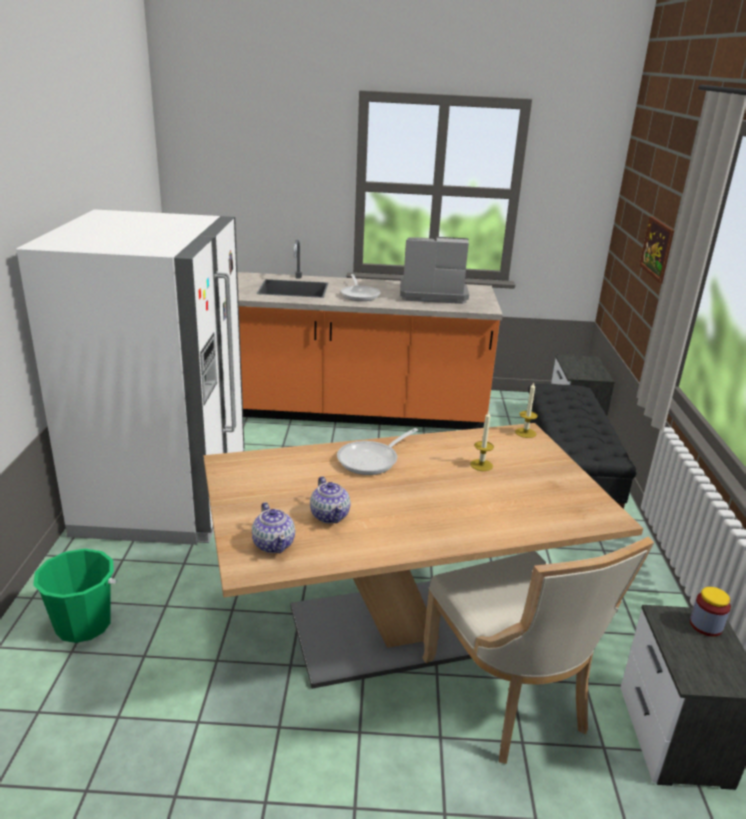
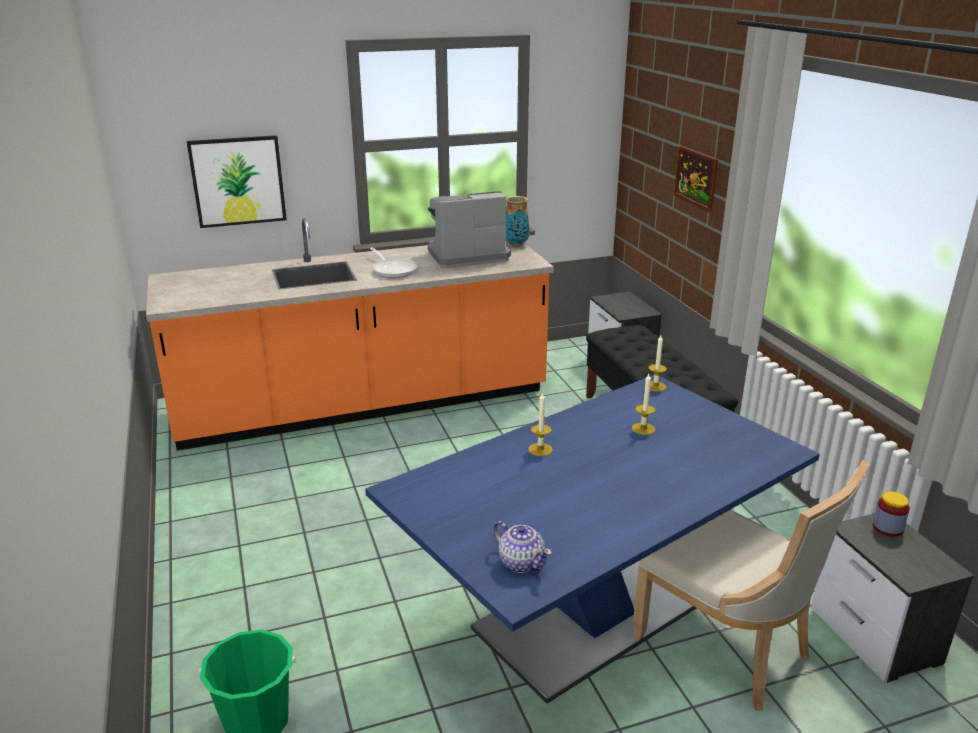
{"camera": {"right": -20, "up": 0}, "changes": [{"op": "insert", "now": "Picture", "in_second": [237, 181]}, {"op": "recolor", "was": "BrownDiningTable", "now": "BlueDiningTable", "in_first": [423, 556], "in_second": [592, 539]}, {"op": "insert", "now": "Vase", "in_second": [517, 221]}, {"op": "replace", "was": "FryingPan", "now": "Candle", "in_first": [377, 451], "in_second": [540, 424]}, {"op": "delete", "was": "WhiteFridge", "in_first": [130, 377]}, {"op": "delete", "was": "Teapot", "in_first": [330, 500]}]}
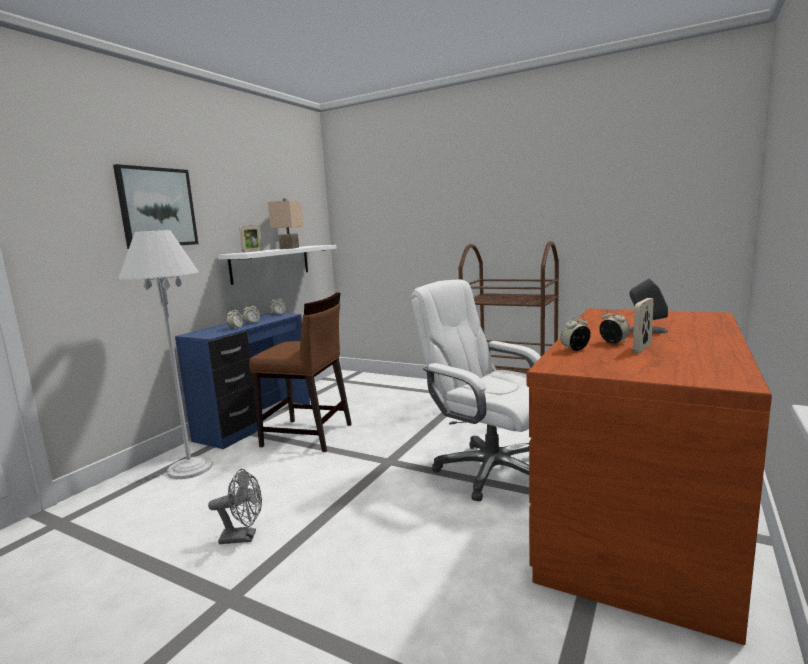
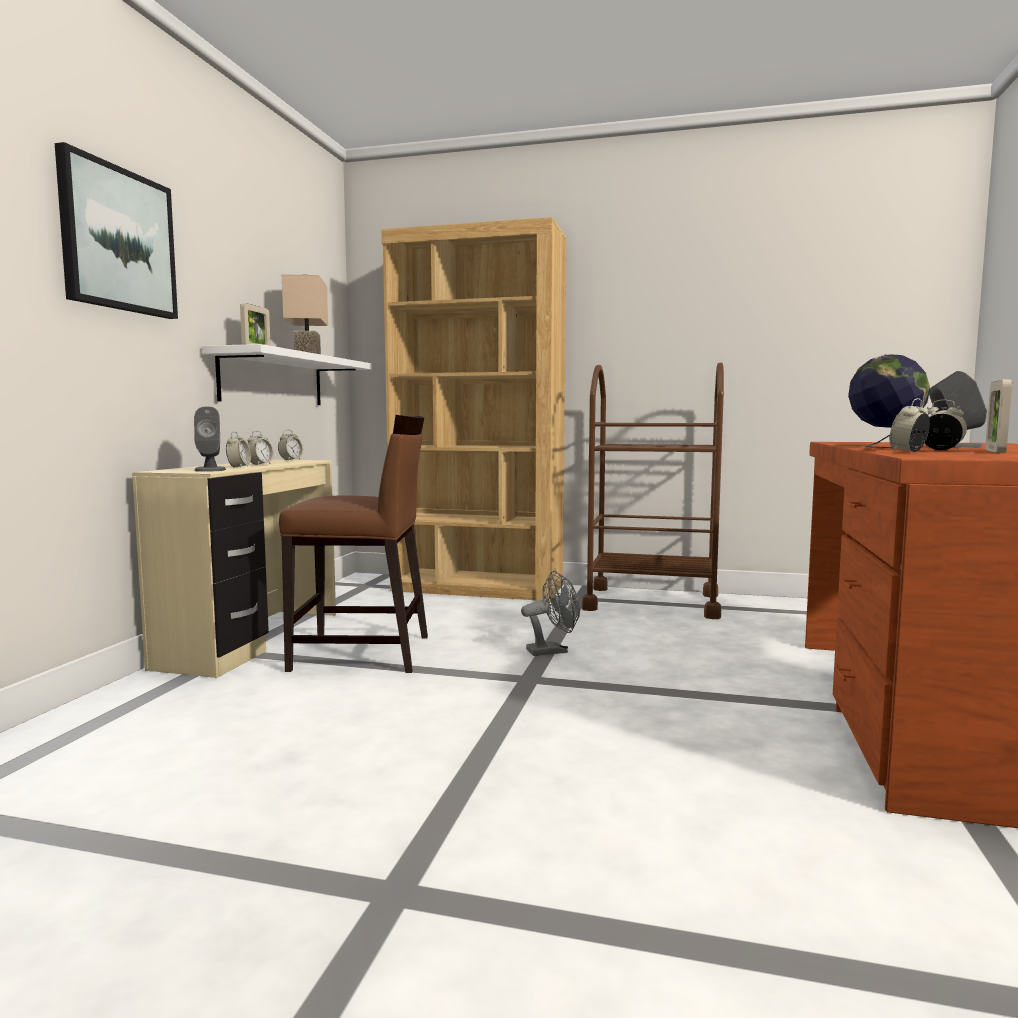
{"camera": {"right": -15, "up": -5}, "changes": [{"op": "recolor", "was": "BlueDesk", "now": "BeigeDesk", "in_first": [242, 381], "in_second": [234, 569]}, {"op": "insert", "now": "GreySpeaker", "in_second": [210, 439]}, {"op": "insert", "now": "BrownBookcase", "in_second": [473, 409]}, {"op": "move", "was": "GreyFan", "in_first": [235, 506], "in_second": [550, 613]}, {"op": "insert", "now": "Globe", "in_second": [889, 401]}, {"op": "delete", "was": "WhiteFloorLamp", "in_first": [165, 354]}, {"op": "delete", "was": "WhiteOfficeChair", "in_first": [476, 390]}]}
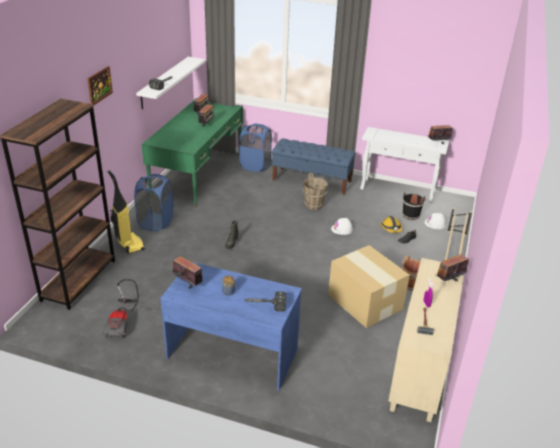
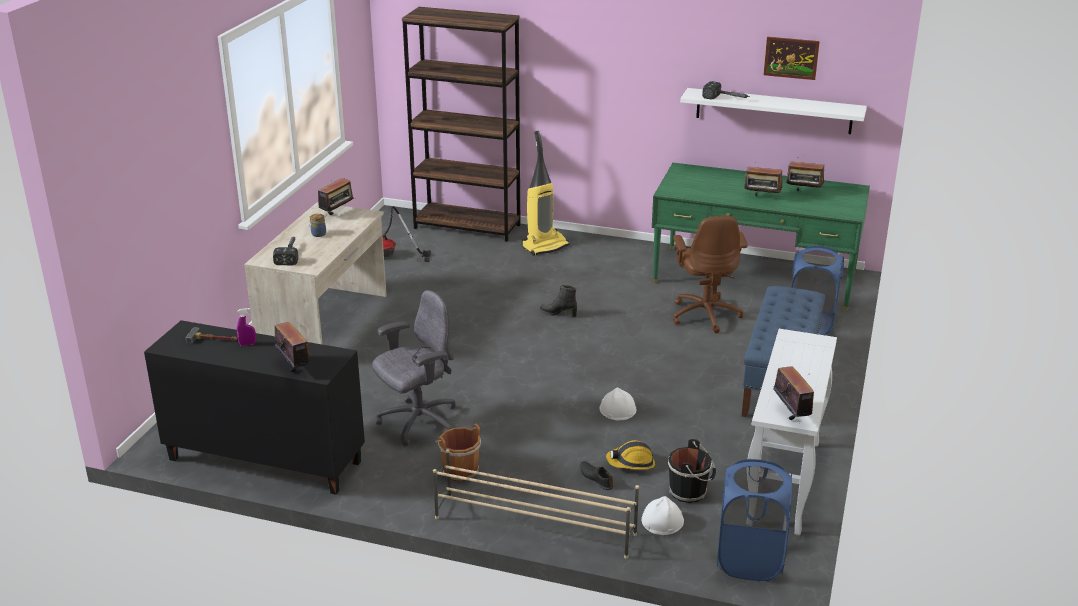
{"camera": {"right": 90, "up": -5}, "changes": [{"op": "recolor", "was": "BeigeCabinet", "now": "BlackCabinet", "in_first": [426, 340], "in_second": [254, 407]}, {"op": "recolor", "was": "BlueDesk", "now": "BeigeDesk", "in_first": [231, 326], "in_second": [315, 273]}, {"op": "replace", "was": "CardboardBox", "now": "GreyOfficeChair", "in_first": [369, 286], "in_second": [414, 368]}, {"op": "insert", "now": "BrownOfficeChair", "in_second": [710, 274]}, {"op": "move", "was": "BlueLaundryBasket", "in_first": [153, 202], "in_second": [754, 520]}, {"op": "move", "was": "Picture", "in_first": [100, 86], "in_second": [792, 58]}, {"op": "delete", "was": "BrownBucket", "in_first": [315, 191]}]}
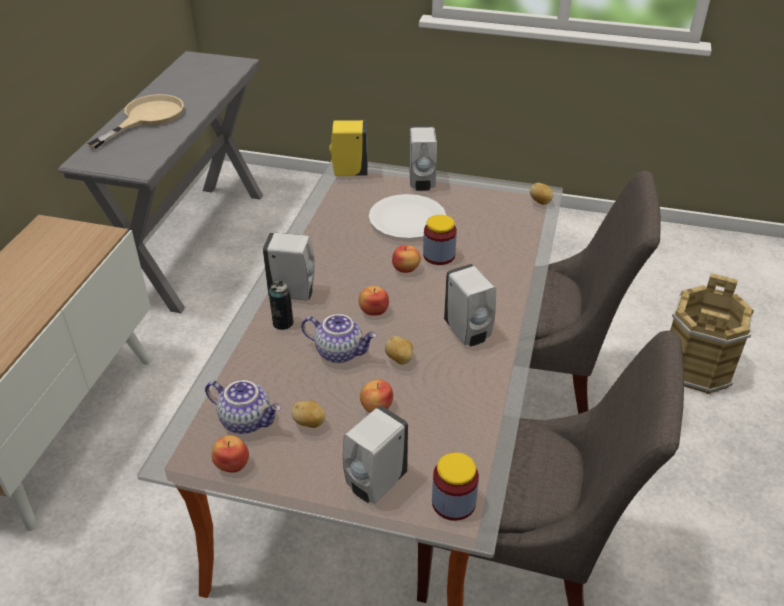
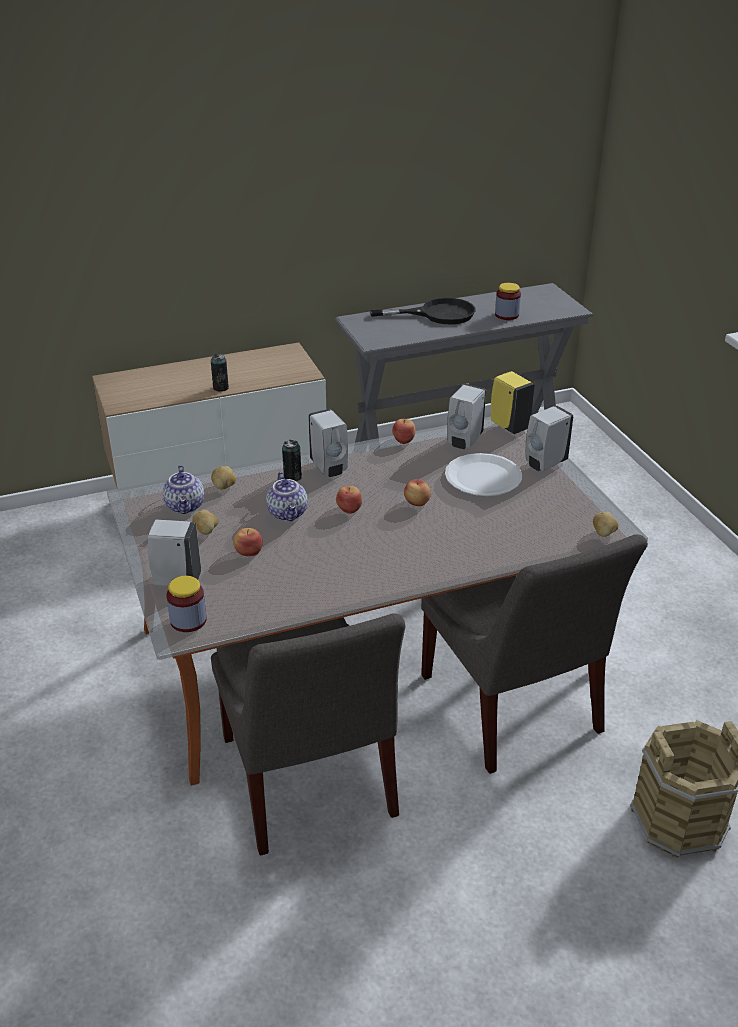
{"camera": {"right": 55, "up": -5}, "changes": [{"op": "insert", "now": "Can", "in_second": [220, 373]}, {"op": "move", "was": "Potato", "in_first": [399, 350], "in_second": [223, 477]}, {"op": "recolor", "was": "BeigeFryingPan", "now": "BlackFryingPan", "in_first": [135, 121], "in_second": [422, 311]}, {"op": "move", "was": "Apple", "in_first": [230, 454], "in_second": [403, 431]}, {"op": "move", "was": "WhiteSoapDispenser", "in_first": [470, 305], "in_second": [466, 416]}, {"op": "move", "was": "Jar", "in_first": [440, 240], "in_second": [508, 301]}]}
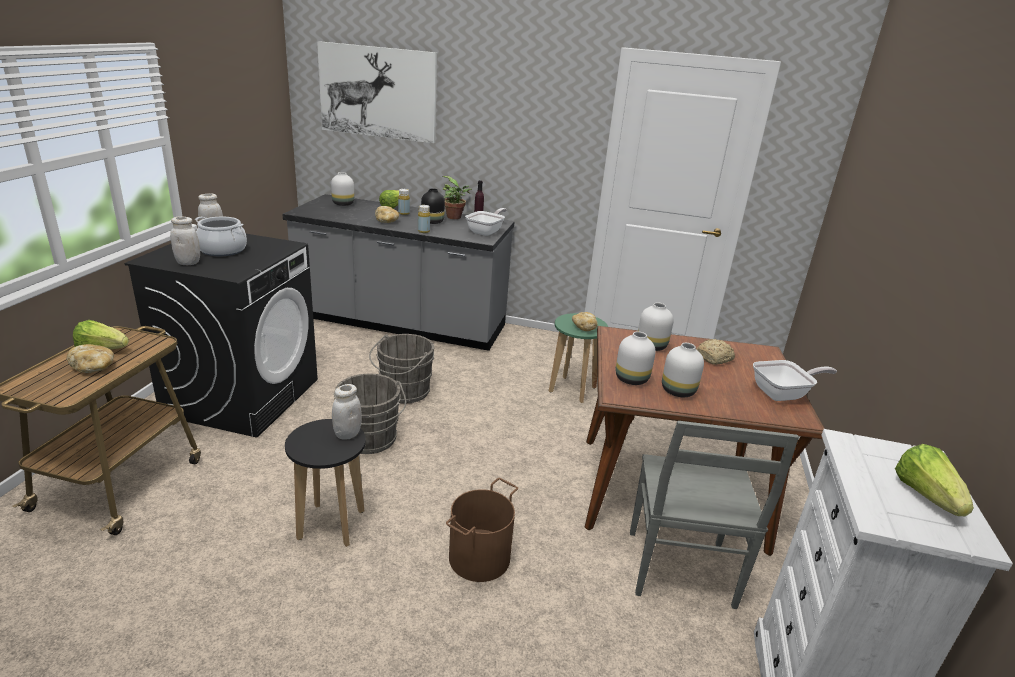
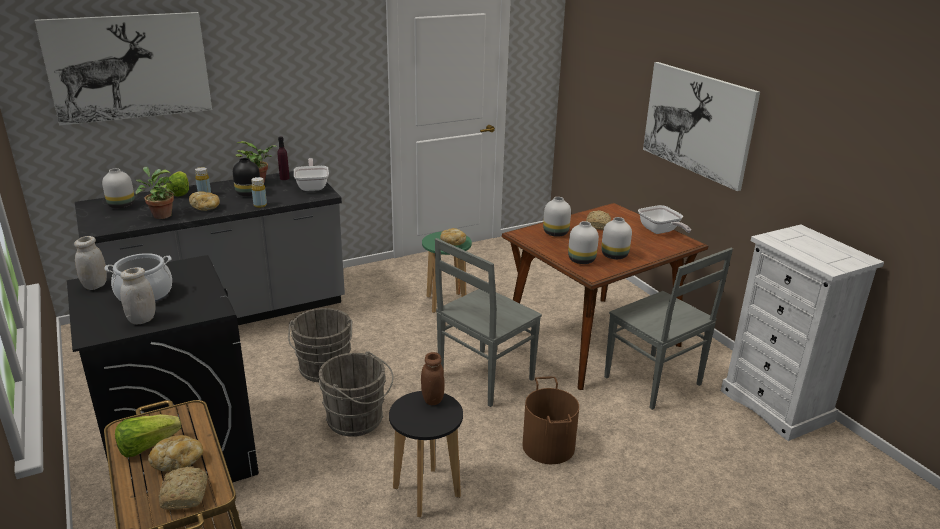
{"camera": {"right": -40, "up": 0}, "changes": [{"op": "insert", "now": "PottedPlant", "in_second": [154, 193]}, {"op": "insert", "now": "Bread", "in_second": [183, 488]}, {"op": "recolor", "was": "WhiteJar", "now": "BrownJar", "in_first": [347, 412], "in_second": [432, 378]}, {"op": "insert", "now": "GreyChair", "in_second": [488, 322]}, {"op": "rotate", "was": "FryingPan", "in_first": [795, 380], "in_second": [664, 219], "clockwise": 120}, {"op": "insert", "now": "Picture", "in_second": [701, 126]}, {"op": "delete", "was": "Lettuce", "in_first": [934, 480]}]}
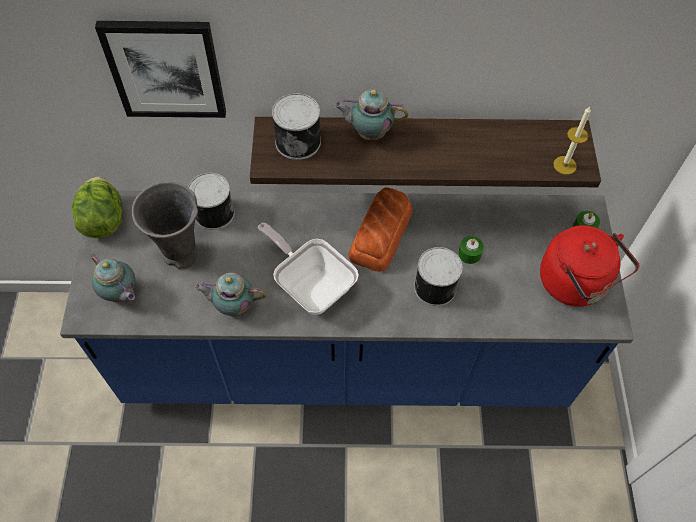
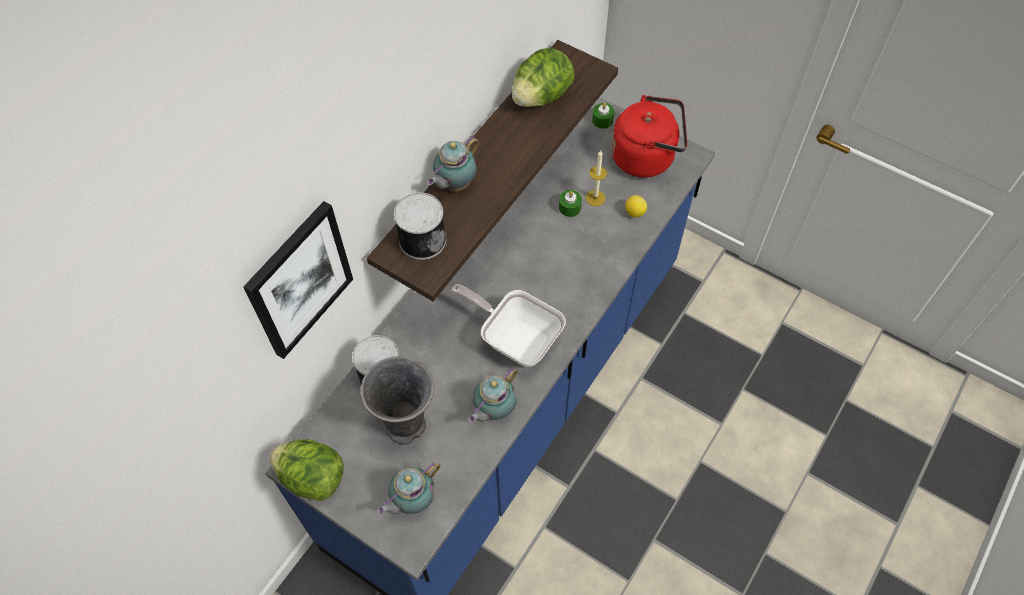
{"camera": {"right": -55, "up": 0}, "changes": [{"op": "rotate", "was": "Teapot", "in_first": [113, 278], "in_second": [409, 489], "clockwise": 150}, {"op": "rotate", "was": "FryingPan", "in_first": [308, 269], "in_second": [509, 325], "clockwise": 45}, {"op": "insert", "now": "Lettuce", "in_second": [543, 77]}, {"op": "move", "was": "Candle", "in_first": [572, 141], "in_second": [596, 178]}, {"op": "insert", "now": "Lemon", "in_second": [636, 206]}, {"op": "delete", "was": "Bread", "in_first": [380, 229]}, {"op": "delete", "was": "Can", "in_first": [438, 276]}]}
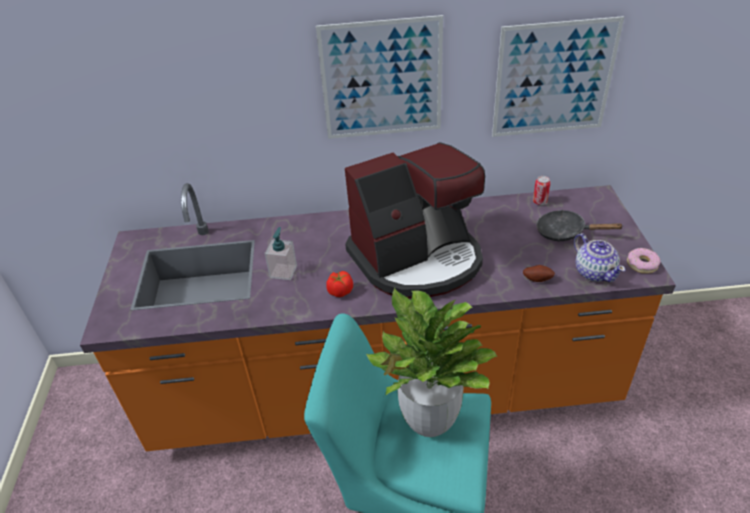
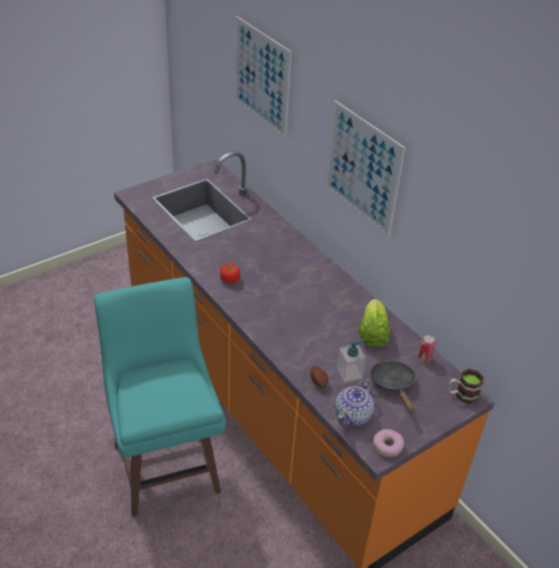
{"camera": {"right": 55, "up": 0}, "changes": [{"op": "move", "was": "Picture", "in_first": [558, 76], "in_second": [262, 77]}, {"op": "move", "was": "SoapDispenser", "in_first": [281, 253], "in_second": [351, 361]}, {"op": "insert", "now": "Lettuce", "in_second": [374, 323]}, {"op": "insert", "now": "Mug", "in_second": [466, 386]}, {"op": "delete", "was": "CoffeeMachine", "in_first": [415, 220]}, {"op": "delete", "was": "PottedPlant", "in_first": [431, 362]}]}
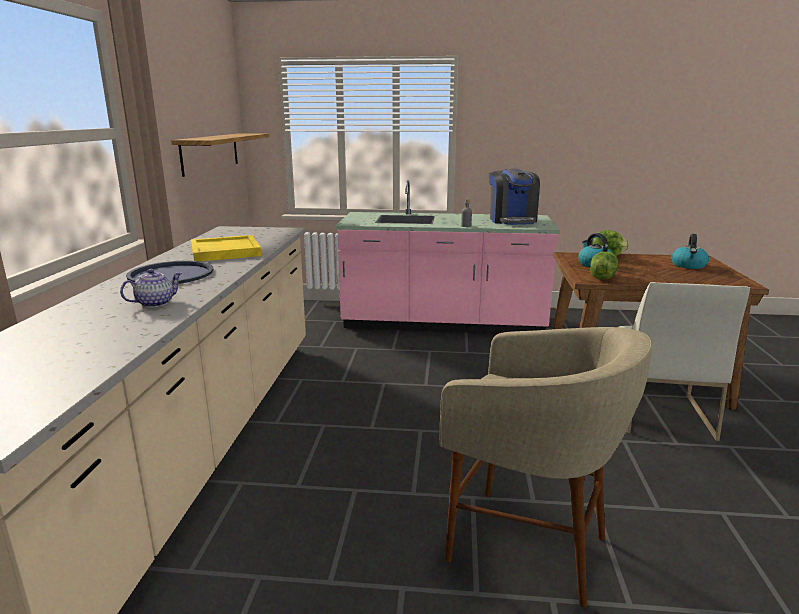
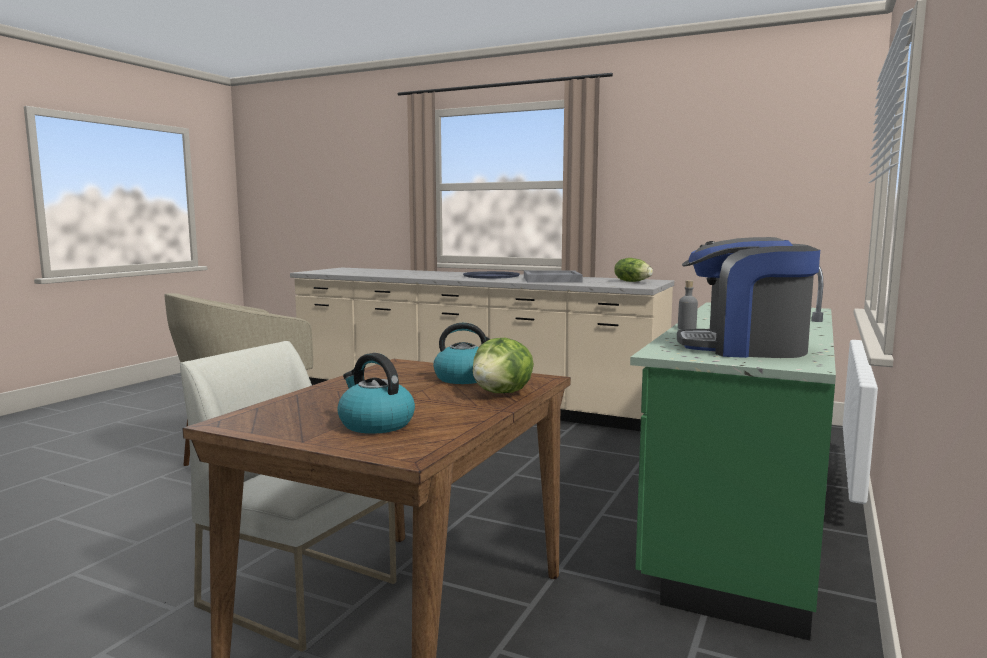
{"camera": {"right": 110, "up": -10}, "changes": [{"op": "recolor", "was": "YellowTray", "now": "GreyTray", "in_first": [226, 248], "in_second": [553, 276]}, {"op": "move", "was": "Lettuce", "in_first": [604, 265], "in_second": [633, 270]}, {"op": "recolor", "was": "PinkCounter", "now": "GreenCounter", "in_first": [447, 256], "in_second": [733, 453]}, {"op": "delete", "was": "Teapot", "in_first": [151, 288]}, {"op": "delete", "was": "Shelf", "in_first": [220, 155]}]}
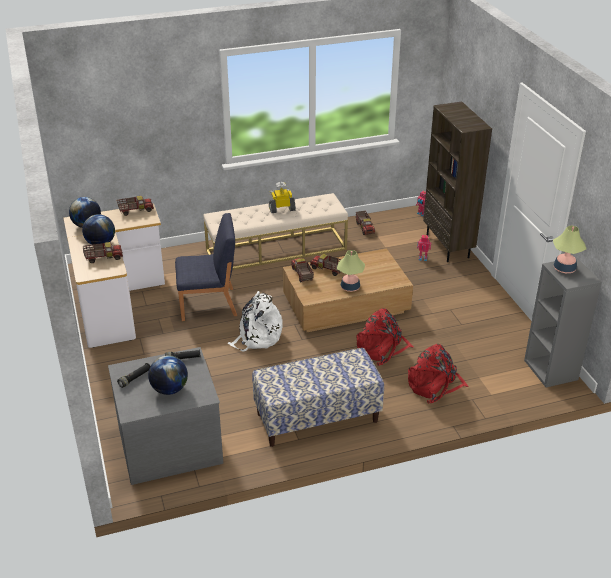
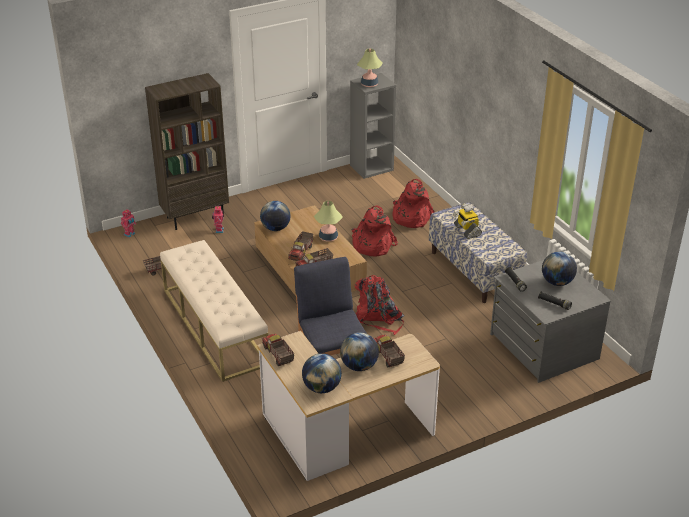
{"camera": {"right": -100, "up": 0}, "changes": [{"op": "insert", "now": "Globe", "in_second": [275, 216]}, {"op": "recolor", "was": "WhiteBackpack", "now": "RedBackpack", "in_first": [255, 321], "in_second": [379, 305]}, {"op": "move", "was": "ToyRobot", "in_first": [282, 197], "in_second": [467, 221]}]}
